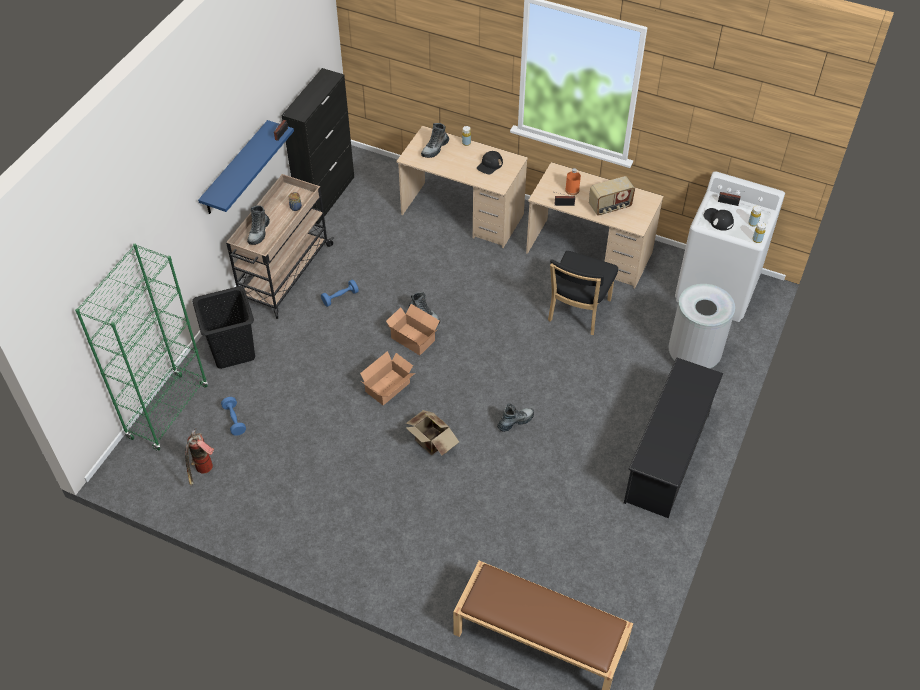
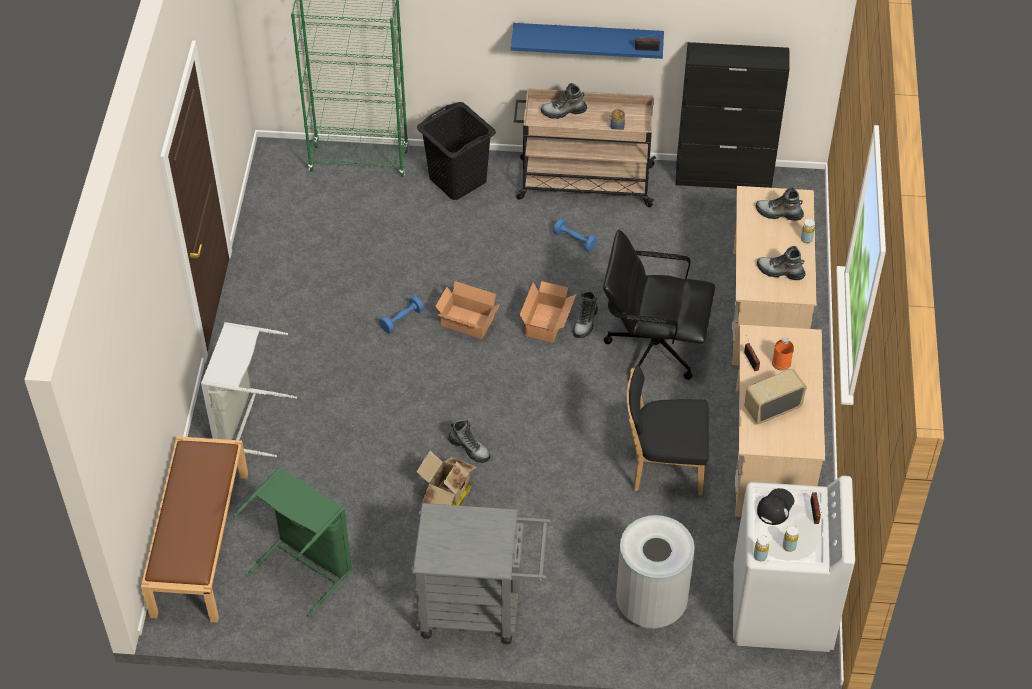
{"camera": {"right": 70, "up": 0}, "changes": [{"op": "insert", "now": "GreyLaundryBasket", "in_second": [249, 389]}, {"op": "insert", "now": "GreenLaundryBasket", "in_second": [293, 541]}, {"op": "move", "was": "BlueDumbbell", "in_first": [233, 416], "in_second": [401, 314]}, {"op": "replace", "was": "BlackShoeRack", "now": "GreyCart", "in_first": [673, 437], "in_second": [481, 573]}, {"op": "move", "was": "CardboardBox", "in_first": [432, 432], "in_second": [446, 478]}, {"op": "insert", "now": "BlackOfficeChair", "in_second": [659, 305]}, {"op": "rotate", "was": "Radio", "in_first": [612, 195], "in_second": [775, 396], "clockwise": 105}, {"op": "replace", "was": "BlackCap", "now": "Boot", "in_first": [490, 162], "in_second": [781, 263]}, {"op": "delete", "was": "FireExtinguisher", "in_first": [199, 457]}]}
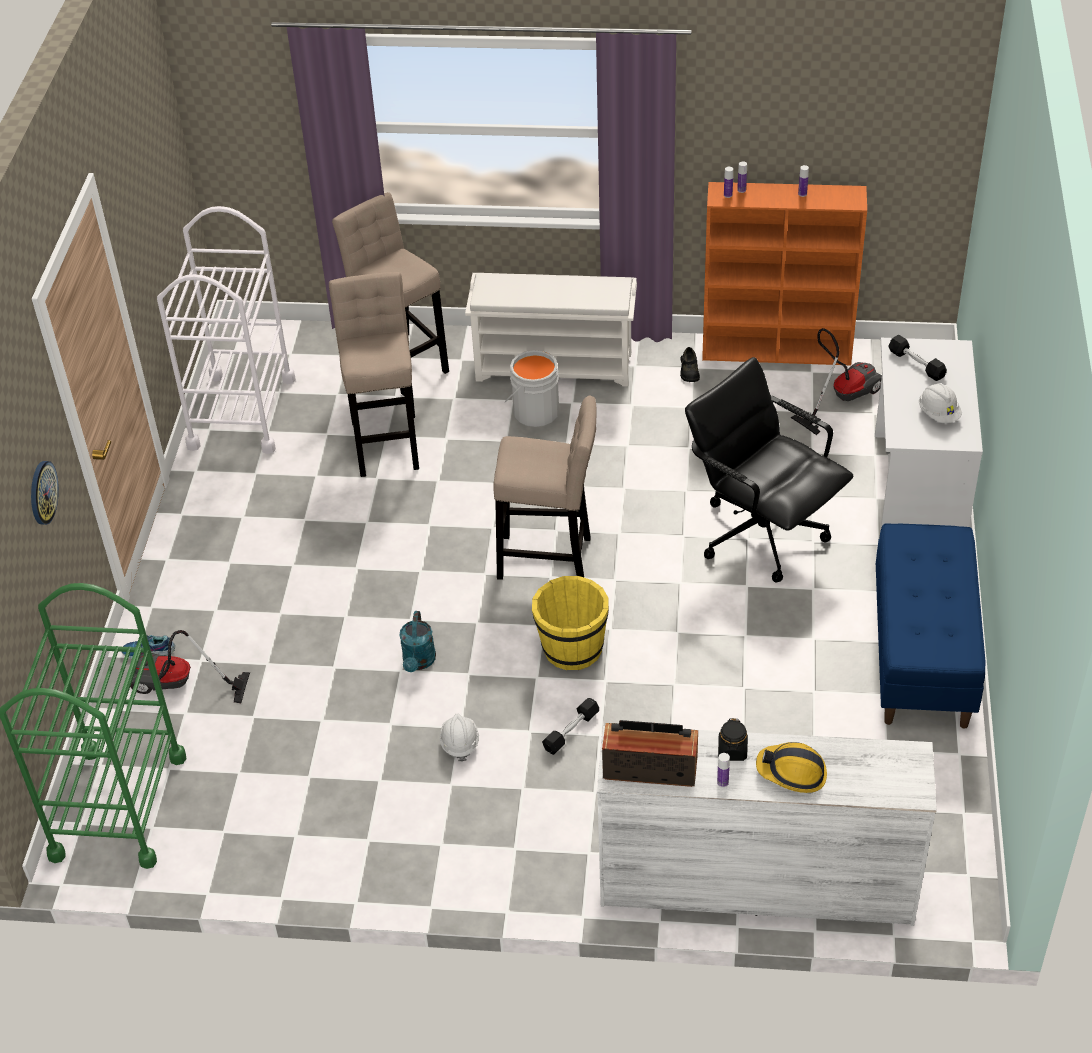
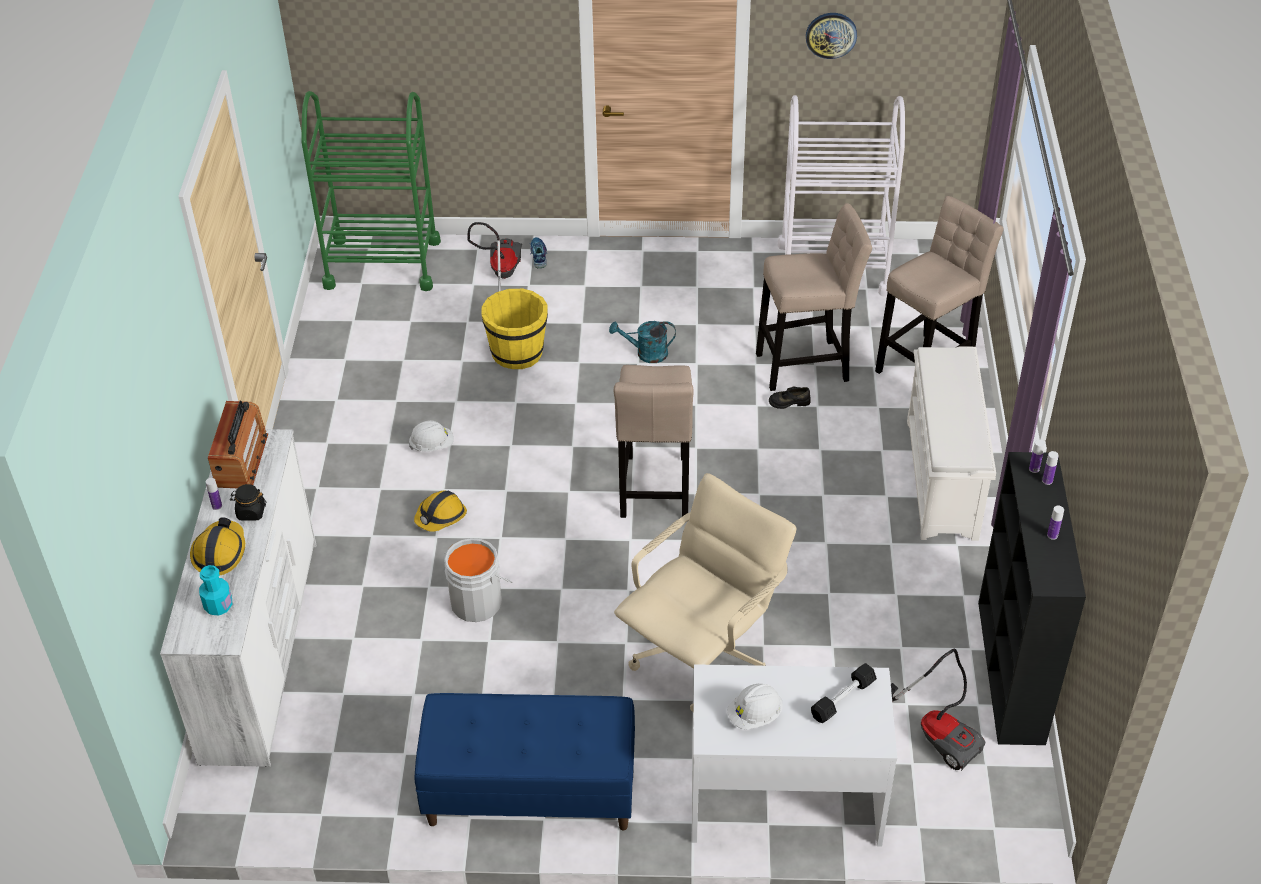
{"camera": {"right": 85, "up": 0}, "changes": [{"op": "insert", "now": "TurquoiseBottle", "in_second": [215, 590]}, {"op": "replace", "was": "BlackDumbbell", "now": "HardHat", "in_first": [570, 726], "in_second": [440, 511]}, {"op": "move", "was": "GreyBucket", "in_first": [532, 388], "in_second": [478, 580]}, {"op": "move", "was": "YellowBucket", "in_first": [570, 623], "in_second": [514, 328]}, {"op": "move", "was": "TurquoiseWateringCan", "in_first": [417, 641], "in_second": [642, 342]}, {"op": "recolor", "was": "BlackOfficeChair", "now": "BeigeOfficeChair", "in_first": [769, 470], "in_second": [705, 592]}, {"op": "move", "was": "BlackShoe", "in_first": [690, 364], "in_second": [790, 398]}, {"op": "move", "was": "WallClock", "in_first": [45, 493], "in_second": [831, 36]}, {"op": "recolor", "was": "OrangeBookcase", "now": "BlackBookcase", "in_first": [784, 273], "in_second": [1032, 598]}]}
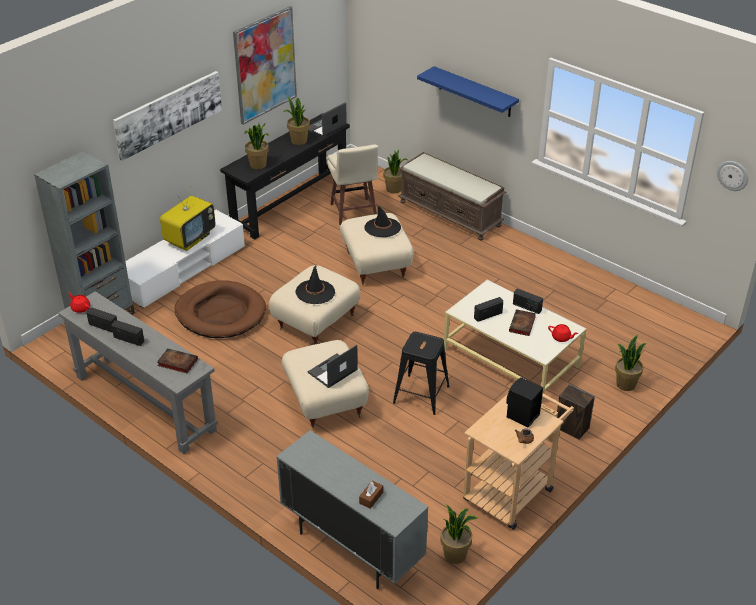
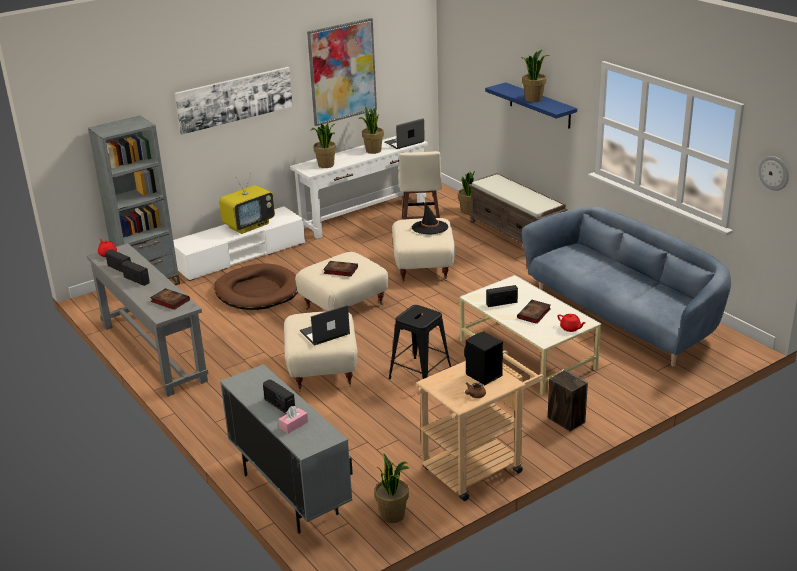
{"camera": {"right": 15, "up": -10}, "changes": [{"op": "move", "was": "Radio", "in_first": [528, 301], "in_second": [279, 396]}, {"op": "recolor", "was": "BrownTissueBox", "now": "PinkTissueBox", "in_first": [371, 495], "in_second": [293, 420]}, {"op": "recolor", "was": "BlackConsoleTable", "now": "WhiteConsoleTable", "in_first": [285, 176], "in_second": [359, 187]}, {"op": "replace", "was": "BlackHat", "now": "Book", "in_first": [315, 284], "in_second": [340, 269]}, {"op": "move", "was": "PottedPlant", "in_first": [631, 363], "in_second": [535, 75]}, {"op": "insert", "now": "BlueSofa", "in_second": [626, 286]}]}
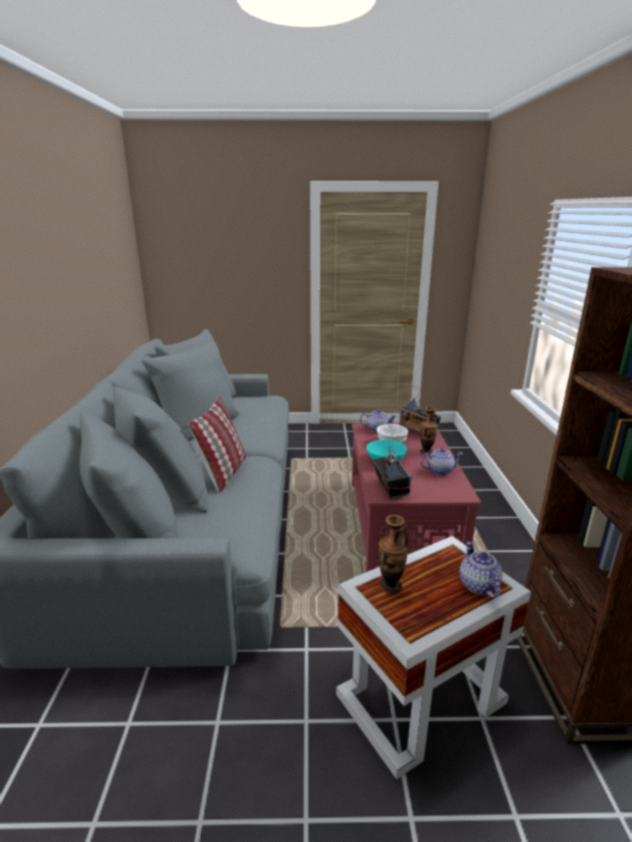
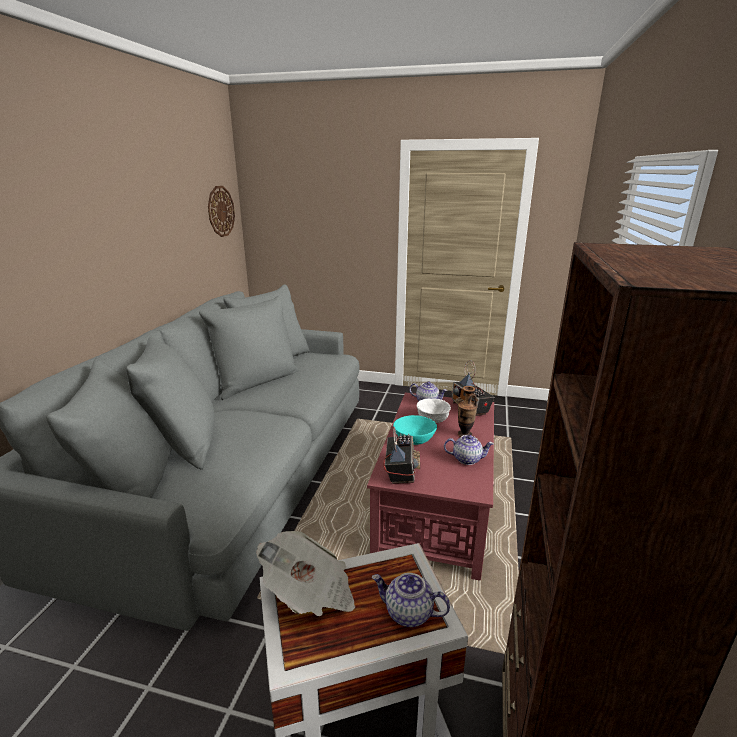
{"camera": {"right": 15, "up": 0}, "changes": [{"op": "insert", "now": "WallClock", "in_second": [221, 211]}, {"op": "replace", "was": "Vase", "now": "Newspaper", "in_first": [394, 554], "in_second": [305, 573]}, {"op": "rotate", "was": "Teapot", "in_first": [481, 570], "in_second": [411, 600], "clockwise": -75}, {"op": "delete", "was": "Pillow", "in_first": [217, 444]}]}
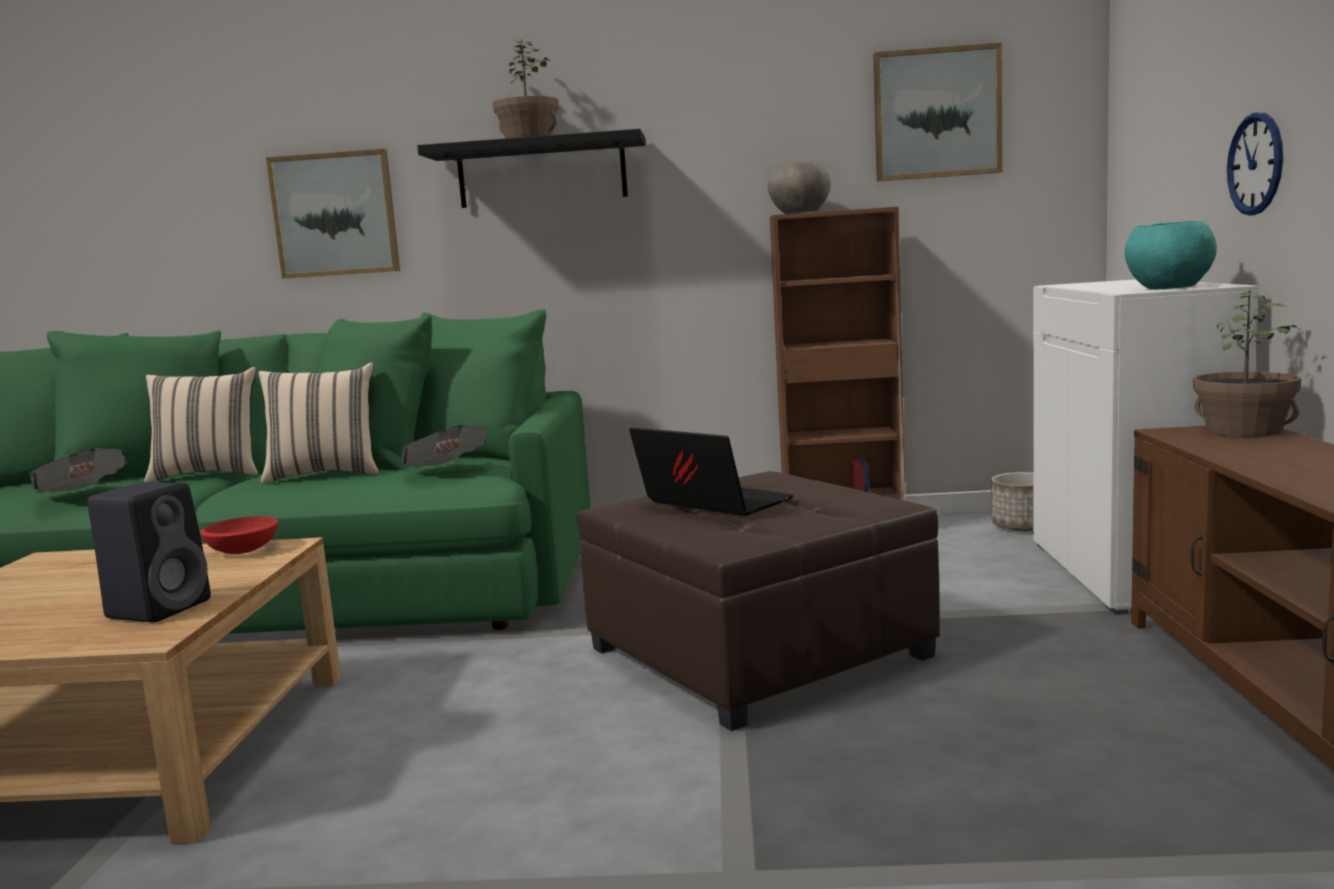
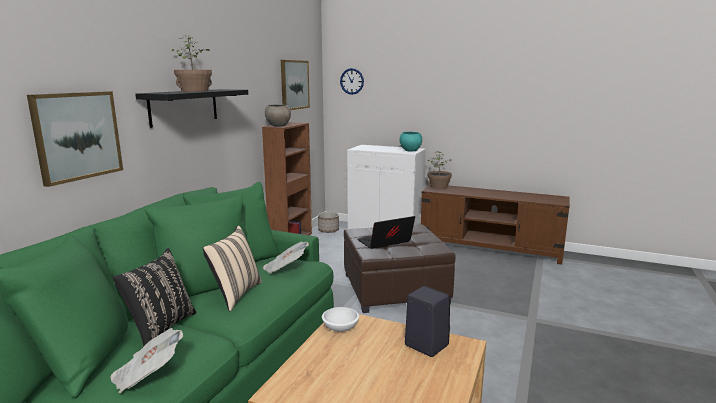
{"camera": {"right": -70, "up": 5}, "changes": [{"op": "recolor", "was": "BeigePillow", "now": "BlackPillow", "in_first": [201, 424], "in_second": [154, 297]}, {"op": "recolor", "was": "RedBowl", "now": "WhiteBowl", "in_first": [239, 535], "in_second": [340, 319]}, {"op": "move", "was": "WallClock", "in_first": [1255, 164], "in_second": [352, 81]}]}
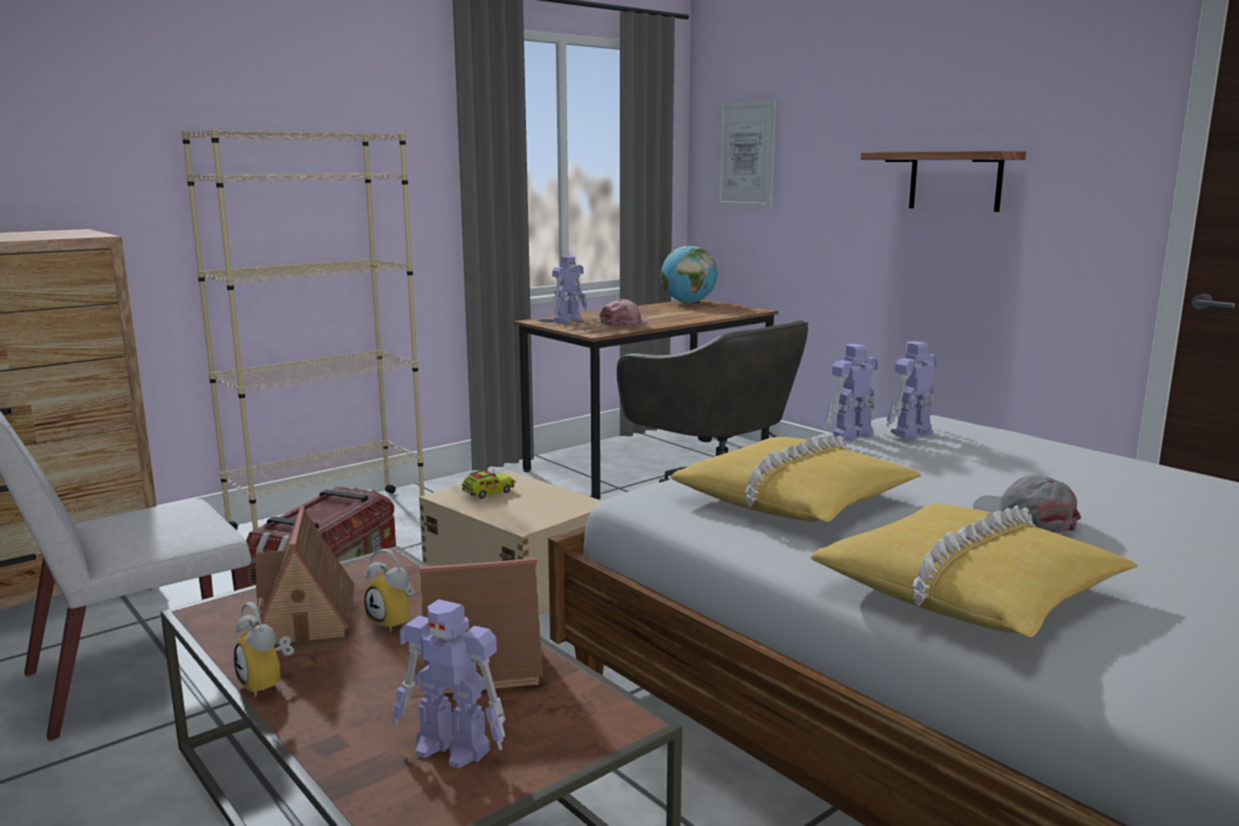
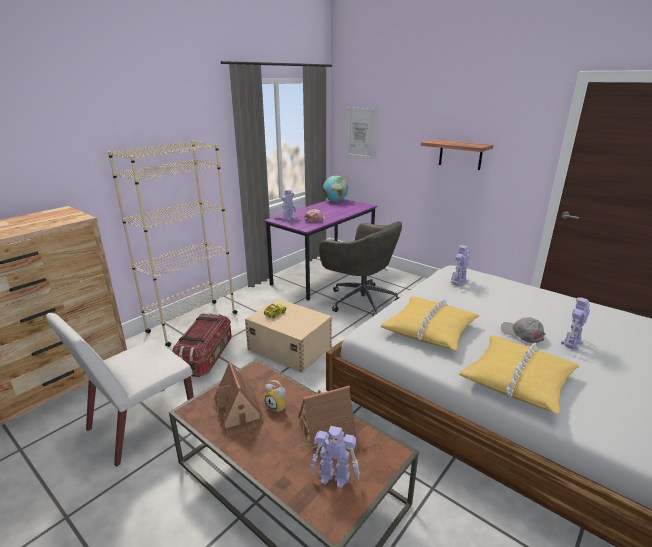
{"camera": {"right": -10, "up": 10}, "changes": [{"op": "recolor", "was": "BrownDesk", "now": "PurpleDesk", "in_first": [646, 399], "in_second": [320, 250]}, {"op": "move", "was": "ToyRobot", "in_first": [851, 392], "in_second": [575, 323]}, {"op": "delete", "was": "AlarmClock", "in_first": [264, 649]}]}
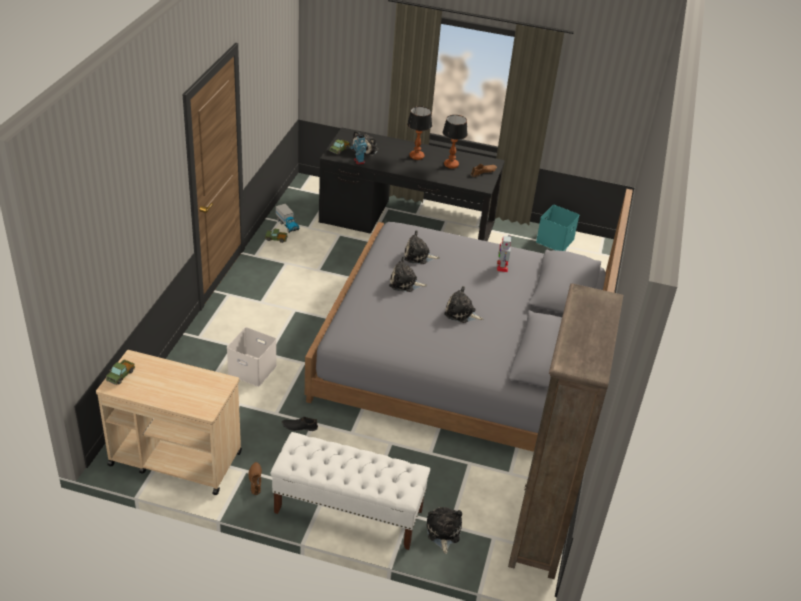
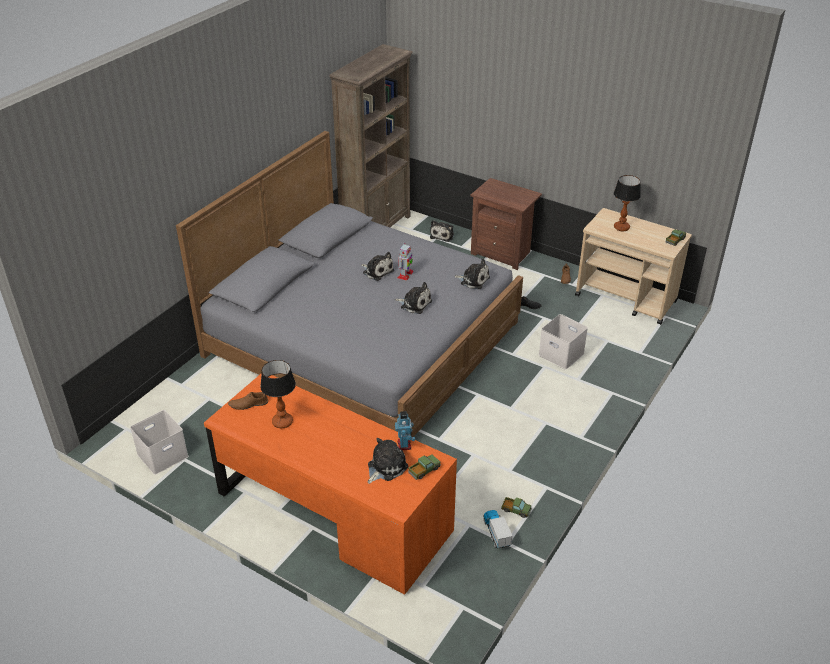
{"camera": {"right": -160, "up": 0}, "changes": [{"op": "recolor", "was": "TurquoiseStorageBox", "now": "WhiteStorageBox", "in_first": [558, 228], "in_second": [159, 442]}, {"op": "recolor", "was": "BlackDesk", "now": "OrangeDesk", "in_first": [412, 184], "in_second": [330, 484]}, {"op": "move", "was": "ToyRobot", "in_first": [504, 254], "in_second": [406, 262]}, {"op": "move", "was": "PlushToy", "in_first": [422, 247], "in_second": [472, 274]}, {"op": "replace", "was": "WhiteBench", "now": "BrownNightstand", "in_first": [350, 491], "in_second": [506, 224]}, {"op": "move", "was": "TableLamp", "in_first": [419, 133], "in_second": [627, 203]}]}
